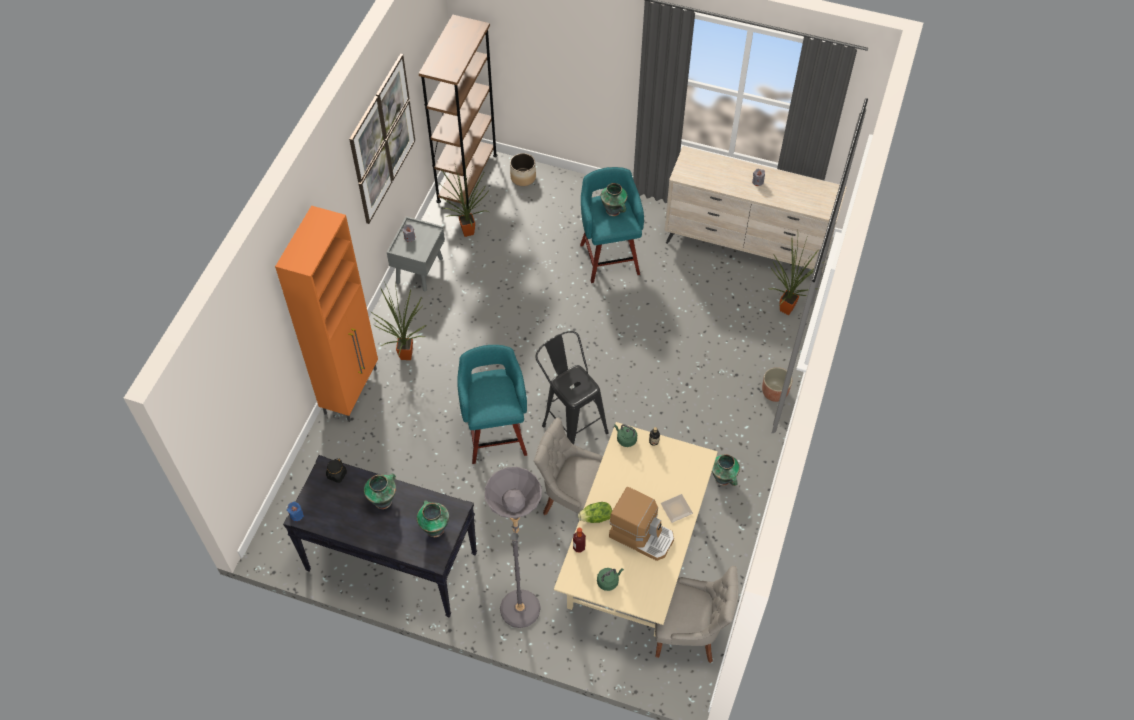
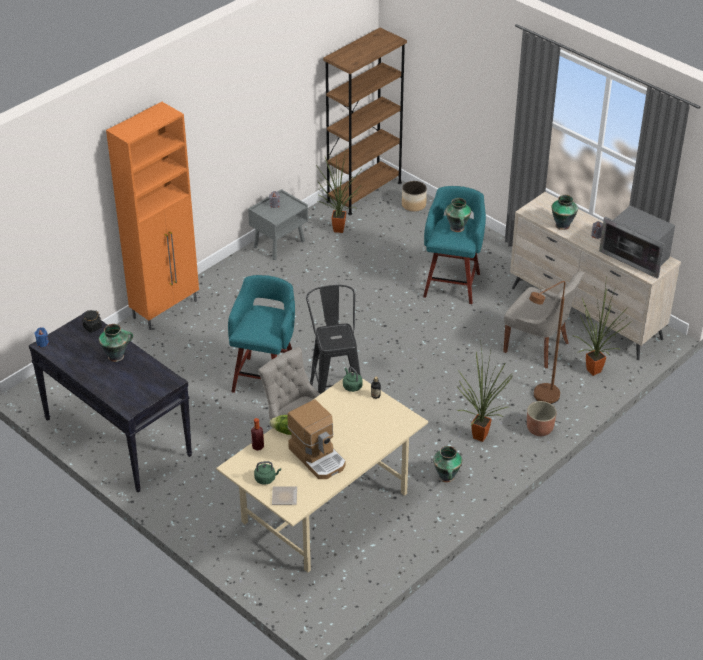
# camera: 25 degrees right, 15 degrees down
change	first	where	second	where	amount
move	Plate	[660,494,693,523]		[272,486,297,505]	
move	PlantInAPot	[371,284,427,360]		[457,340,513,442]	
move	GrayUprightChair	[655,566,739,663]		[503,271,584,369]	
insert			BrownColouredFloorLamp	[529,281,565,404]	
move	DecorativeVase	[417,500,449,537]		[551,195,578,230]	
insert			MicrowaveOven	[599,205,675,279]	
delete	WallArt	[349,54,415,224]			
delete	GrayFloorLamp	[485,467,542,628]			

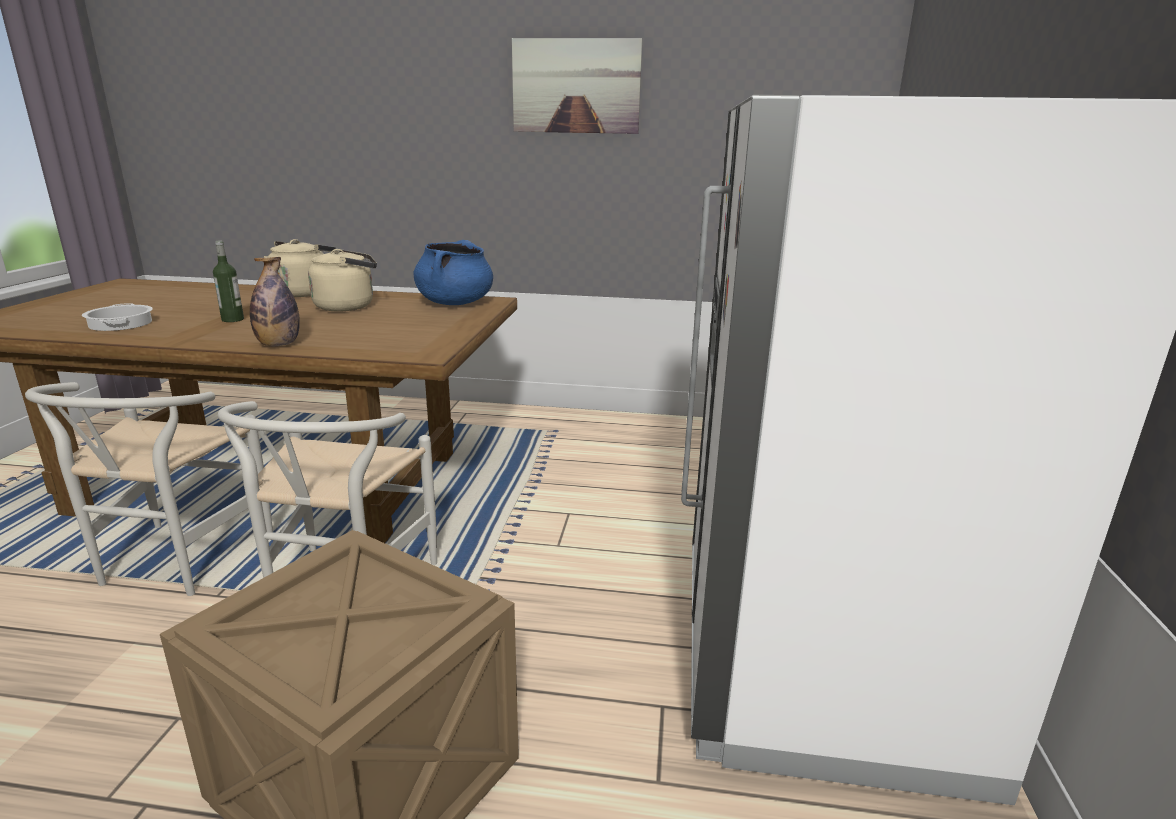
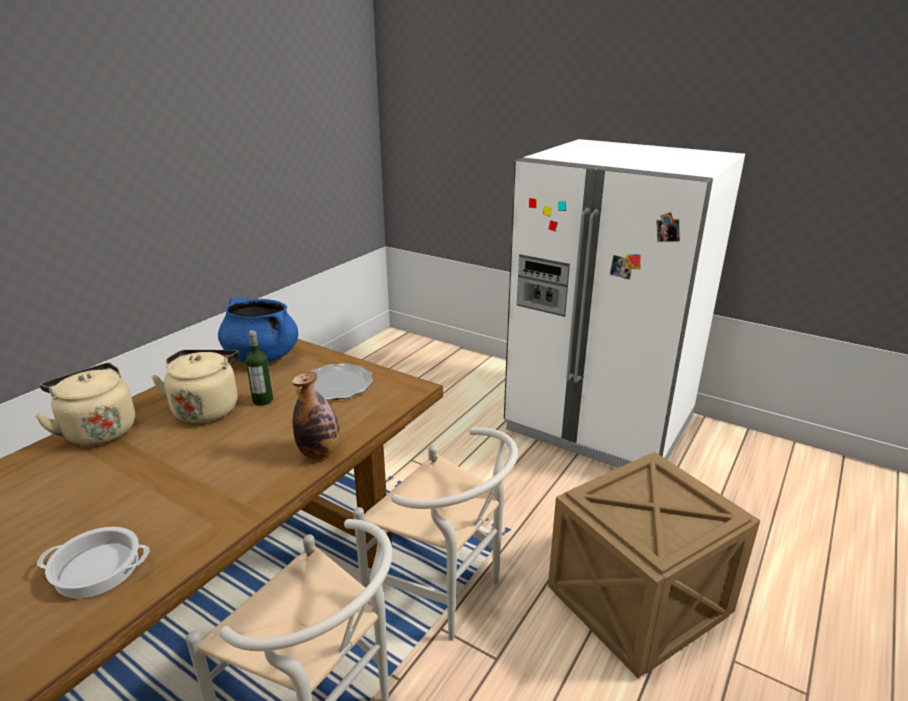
# camera: 65 degrees left, 5 degrees up
change	first	where	second	where	amount
move	Bottle	[213,240,244,322]		[246,330,273,406]	
insert			Plate	[300,363,373,400]	
delete	WallArt	[512,38,642,134]			

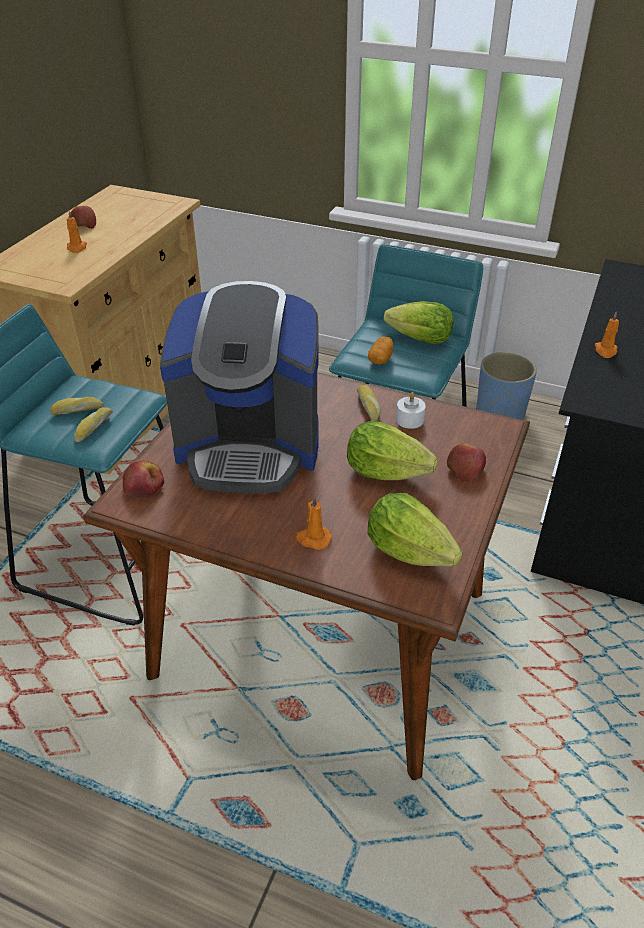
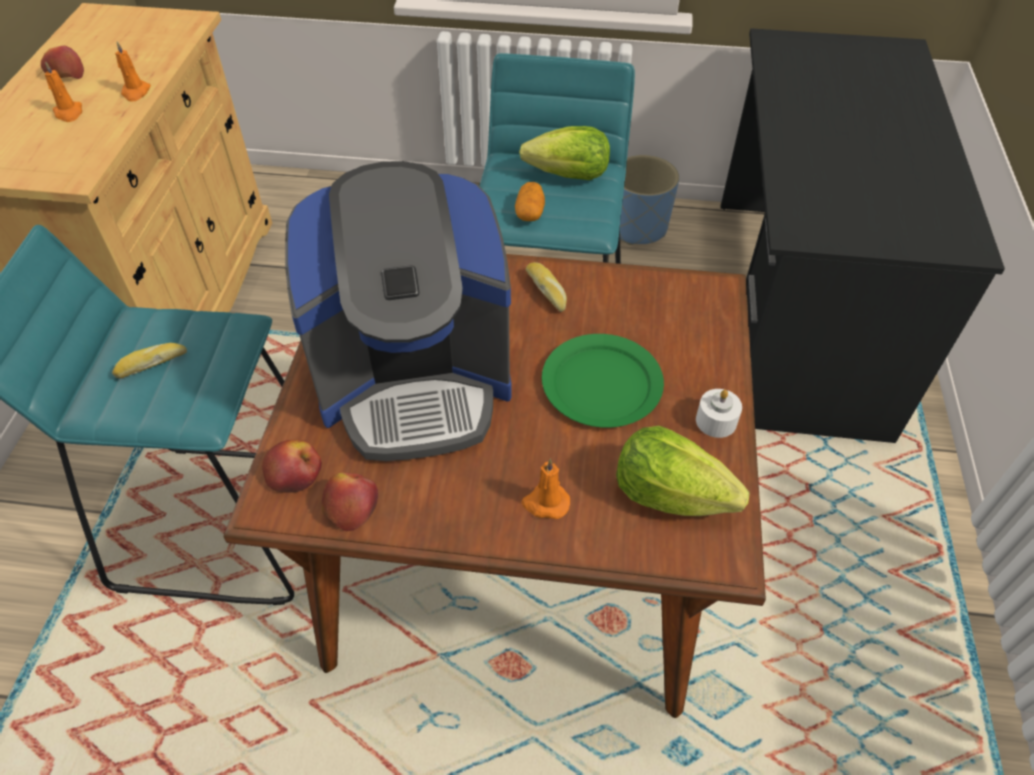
# camera: 15 degrees left, 10 degrees up
change	first	where	second	where	amount
move	OrangeWaxLight	[595,311,619,358]		[115,41,151,102]	
move	WholeApple	[447,443,486,482]		[322,472,378,531]	
replace	LettuceHead	[347,420,438,480]	GreenishPlate	[542,334,664,428]	
move	WhitishWaxLight	[396,392,426,429]		[696,389,742,438]	
delete	BakedBread	[74,407,113,442]			

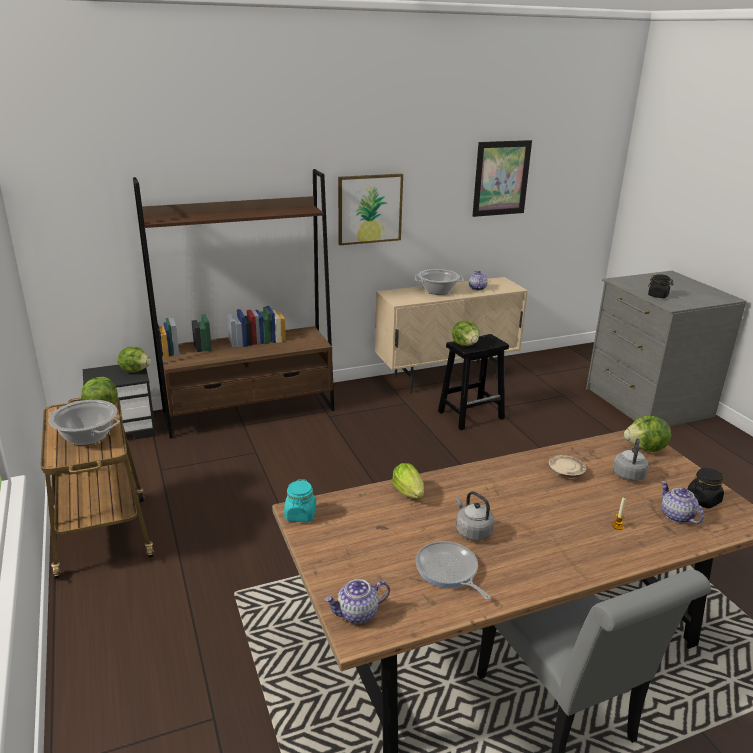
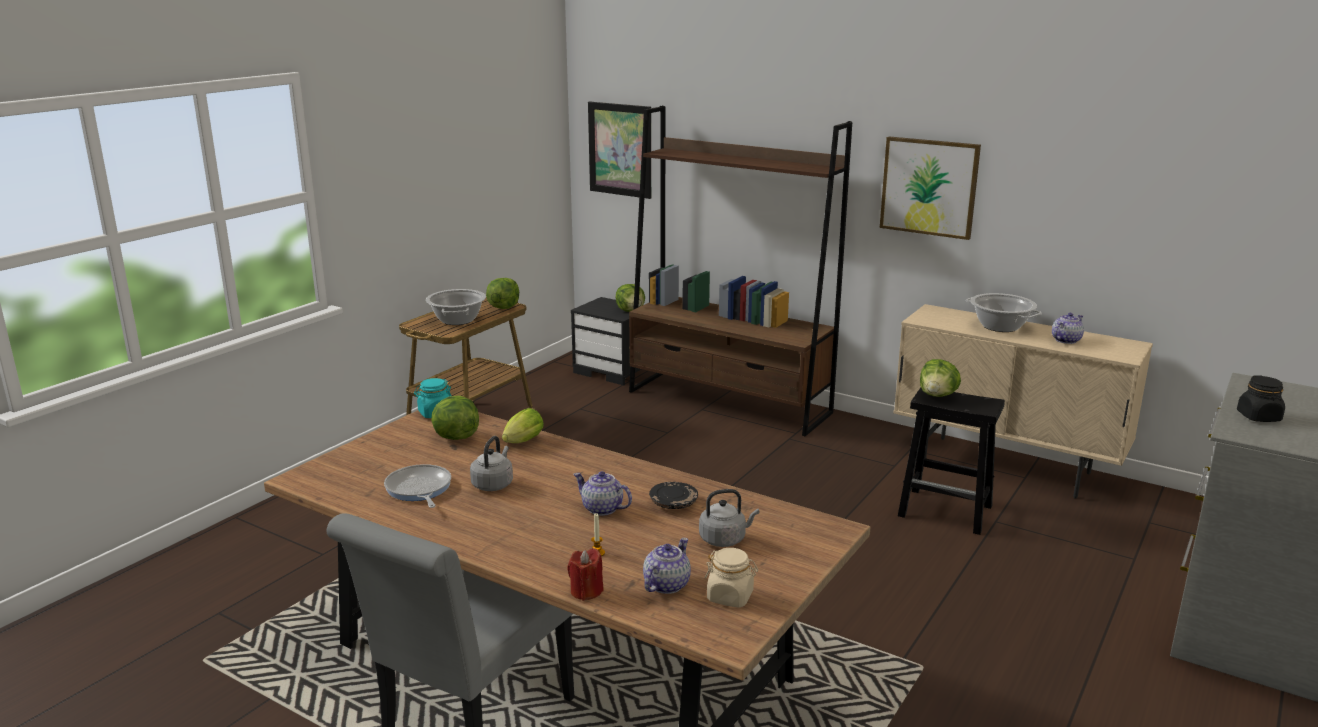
# camera: 55 degrees right, 5 degrees down
change	first	where	second	where	amount
rotate	Pan	[416,541,491,600]		[384,464,451,508]	45 degrees counterclockwise
move	LettuceHead	[624,416,671,452]		[431,395,479,440]	
insert			RedColouredWaxLight	[567,548,604,601]	
move	PotForTea	[324,579,390,624]		[573,471,632,516]	
move	WallArt	[472,140,532,217]		[588,101,651,199]	
recolor	SandColouredPlate	[549,455,586,478]	BlackPlate	[649,482,698,509]	
recolor	BlackJar	[687,468,724,509]	SandColouredJar	[705,548,758,607]	

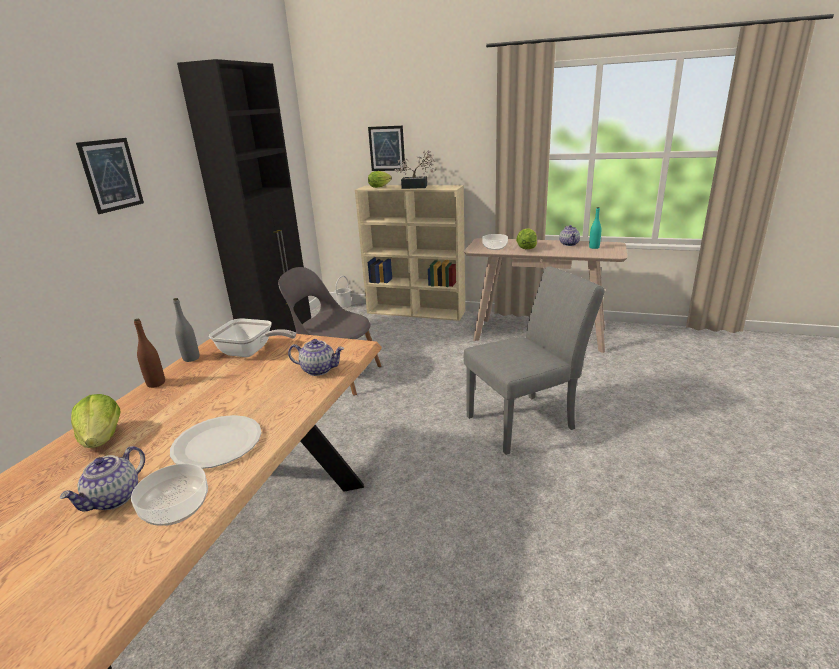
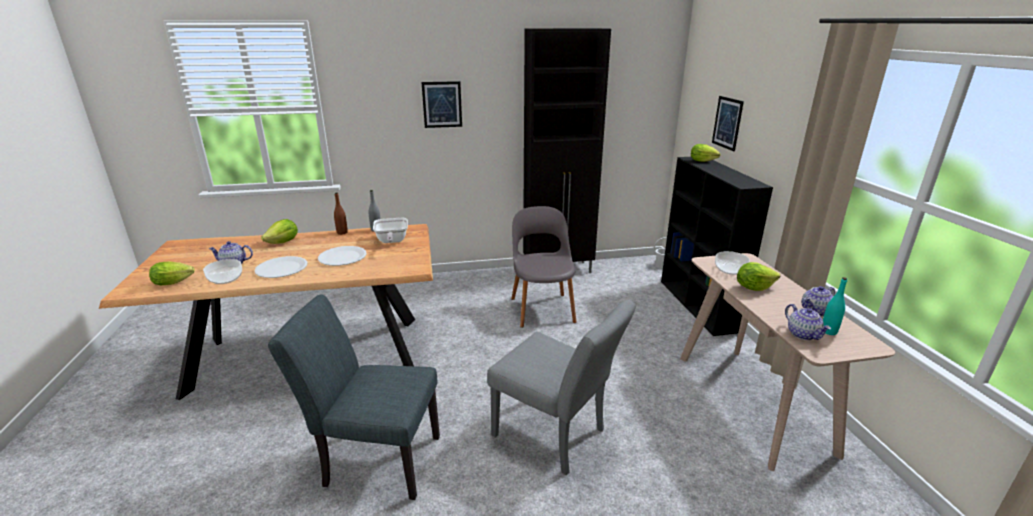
# camera: 60 degrees right, 0 degrees up
change	first	where	second	where	amount
insert			LettuceHead	[149,262,195,285]	
insert			GrayUprightChair	[268,295,440,500]	
insert			WhitishPlate	[318,246,367,266]	
recolor	SandColouredBookshelf	[355,185,465,321]	BlackBookshelf	[661,157,773,336]	
move	PotForTea	[288,339,344,376]		[785,304,831,340]	
delete	PlantInAPot	[395,150,437,189]			

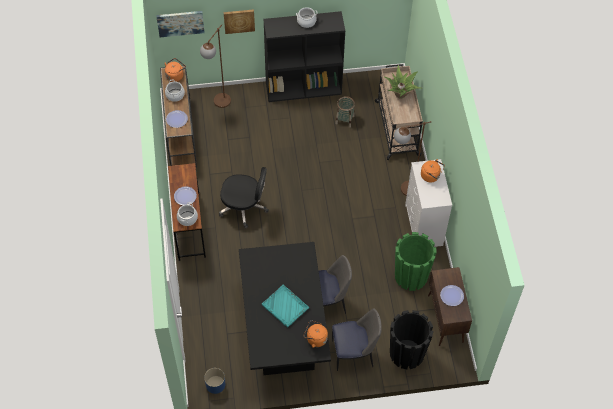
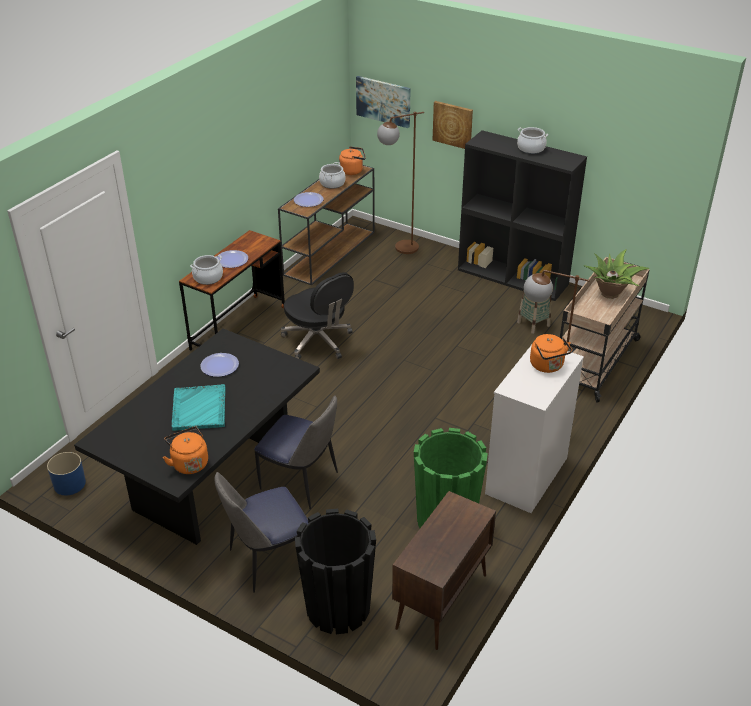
# camera: 40 degrees right, 20 degrees down
change	first	where	second	where	amount
move	Plate	[440,285,464,306]		[200,353,239,377]	
rotate	UprightChair	[332,308,382,371]		[214,472,308,593]	120 degrees clockwise

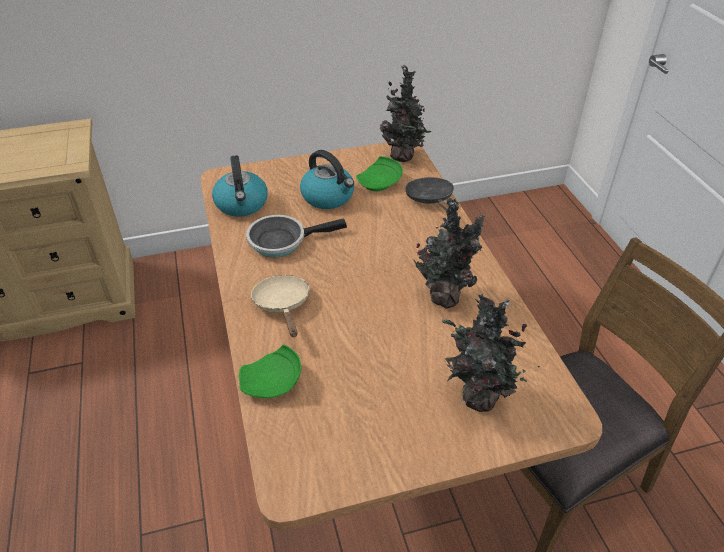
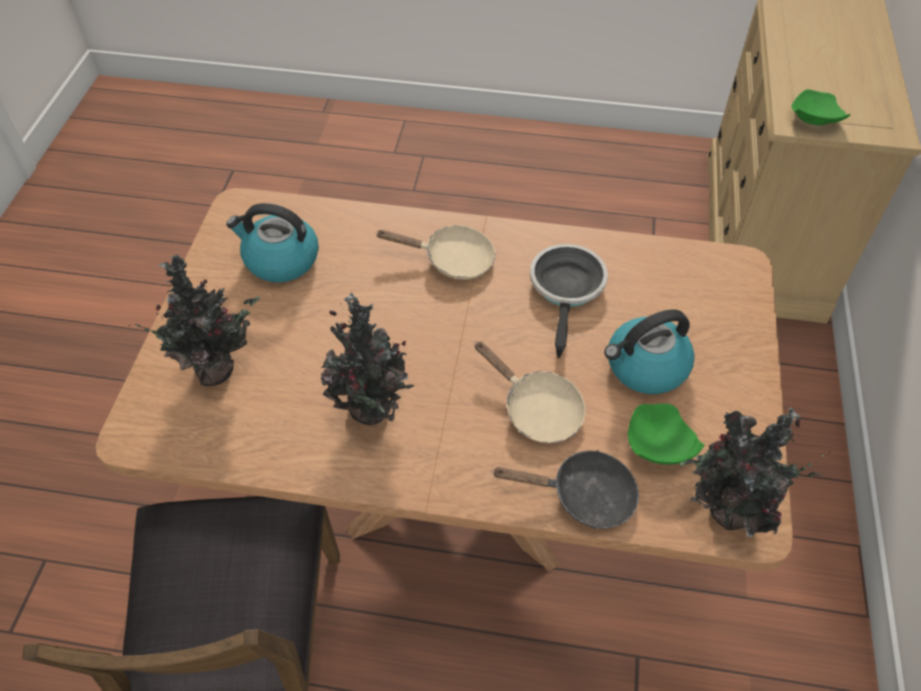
# camera: 115 degrees right, 10 degrees up
change	first	where	second	where	amount
move	Kettle	[212,155,268,217]		[226,203,319,283]	
insert			SandColouredPan	[474,341,585,443]	
move	GreenishPlate	[239,344,301,398]		[791,89,850,125]	

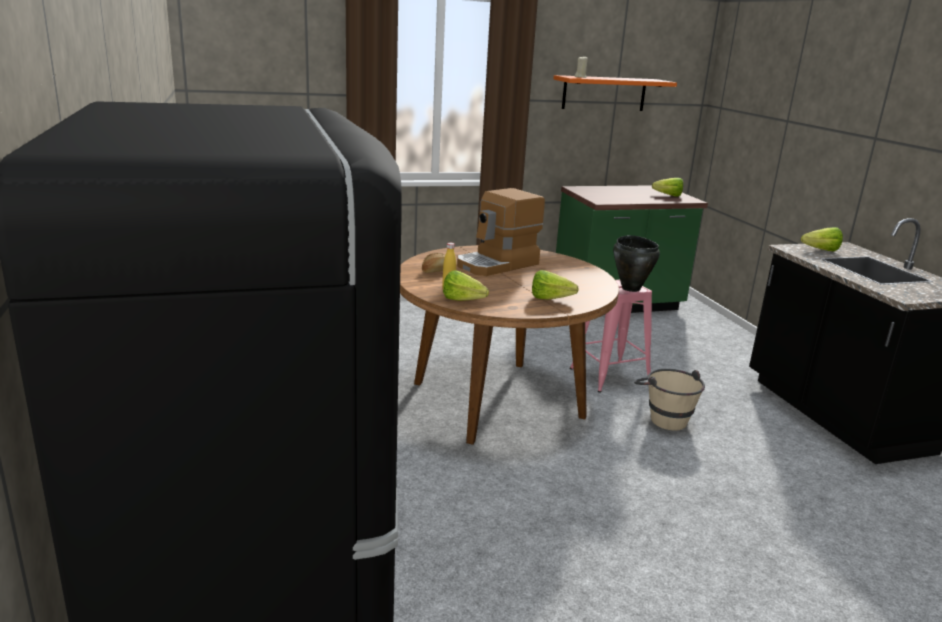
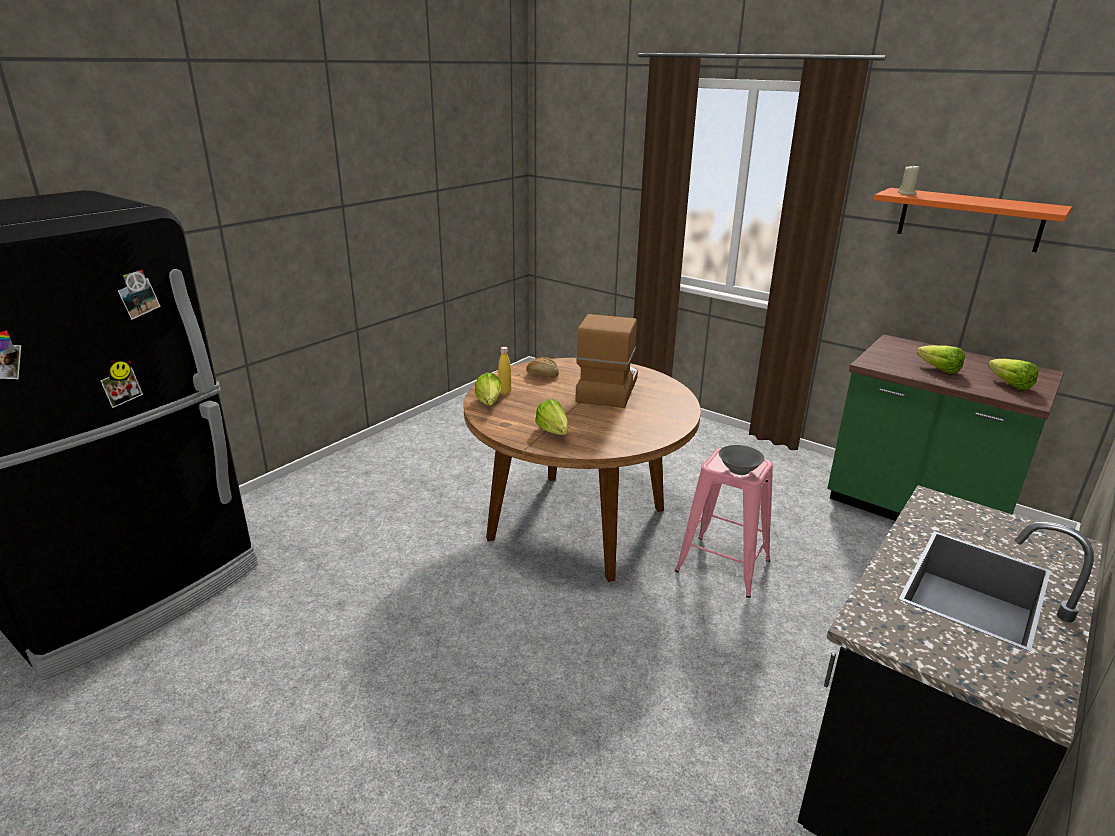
# camera: 55 degrees right, 5 degrees up
change	first	where	second	where	amount
rotate	CoffeeMachine	[457,188,545,276]		[575,314,638,408]	90 degrees clockwise
replace	BlackStockpot	[613,235,660,292]	GrayDeepDish	[719,445,765,475]	
move	LettuceHead	[801,227,843,252]		[917,345,965,374]	
delete	SandColouredBucket	[634,369,705,430]			

